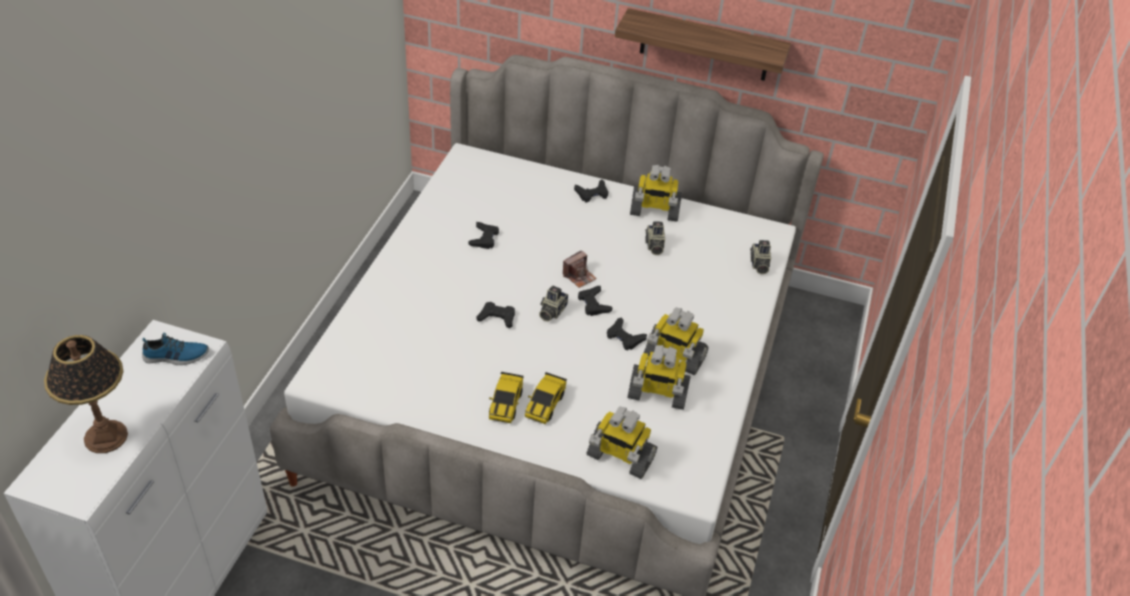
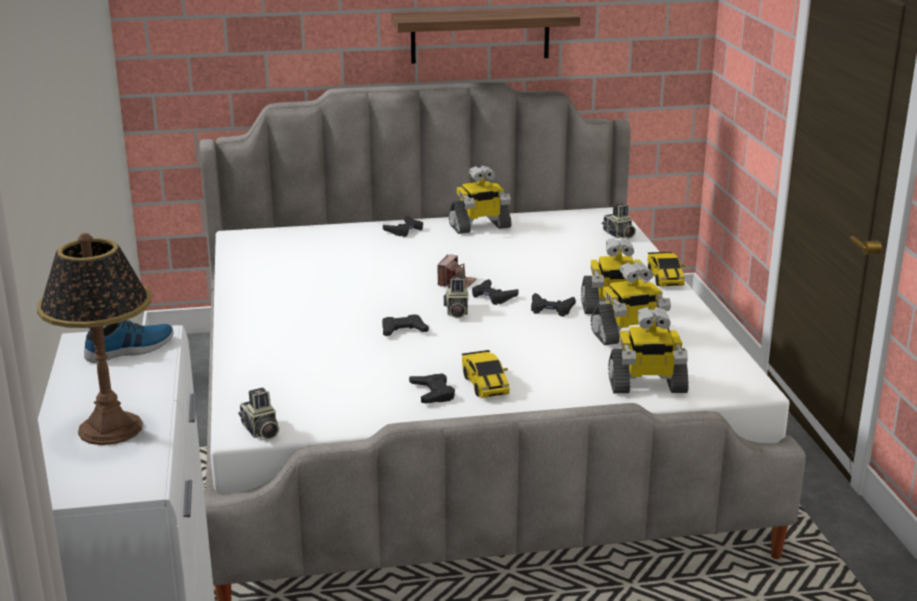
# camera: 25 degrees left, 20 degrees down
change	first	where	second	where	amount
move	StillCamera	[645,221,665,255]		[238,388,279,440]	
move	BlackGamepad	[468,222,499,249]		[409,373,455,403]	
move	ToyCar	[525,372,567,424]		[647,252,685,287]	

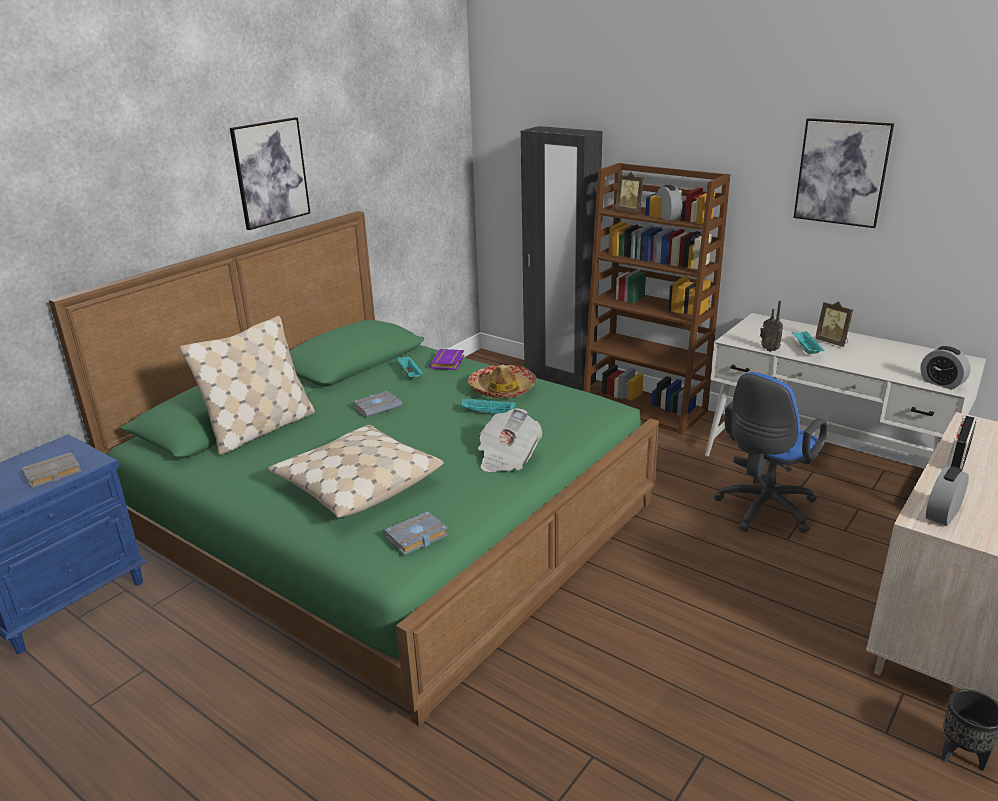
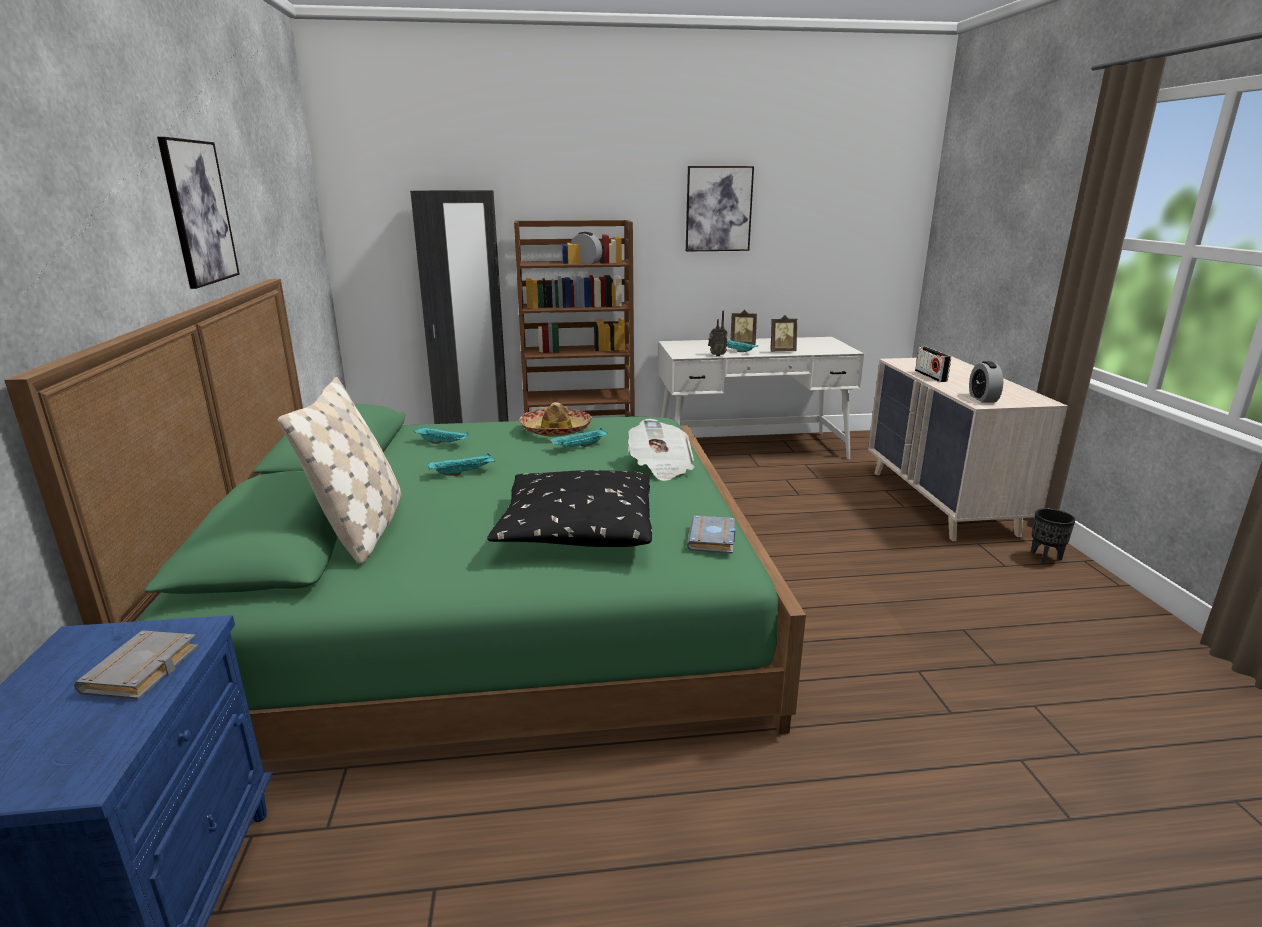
# camera: 45 degrees left, 5 degrees down
change	first	where	second	where	amount
replace	GrayVolume	[353,391,402,418]	TurquoiseServingTray	[428,453,495,476]	
recolor	SandColouredCushion	[268,425,444,518]	BlackCushion	[487,470,652,547]	
move	PictureFrame	[615,172,644,213]		[771,315,797,352]	
delete	PurplishVolume	[429,349,465,370]			
delete	BlueOfficeChair	[714,372,828,533]			
delete	BedsideClock	[920,346,971,390]			

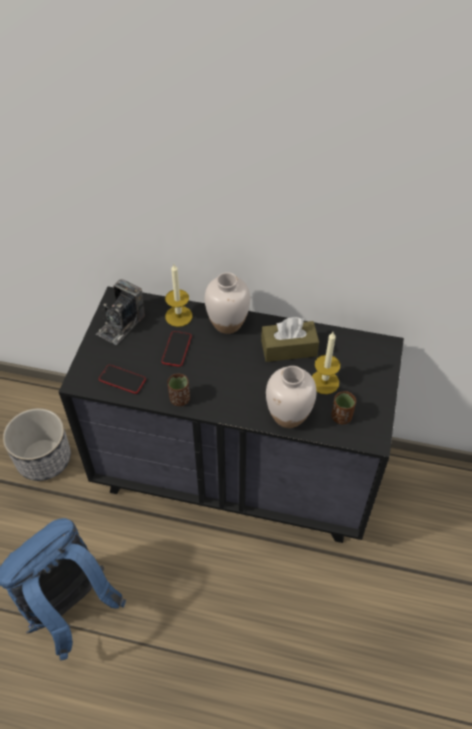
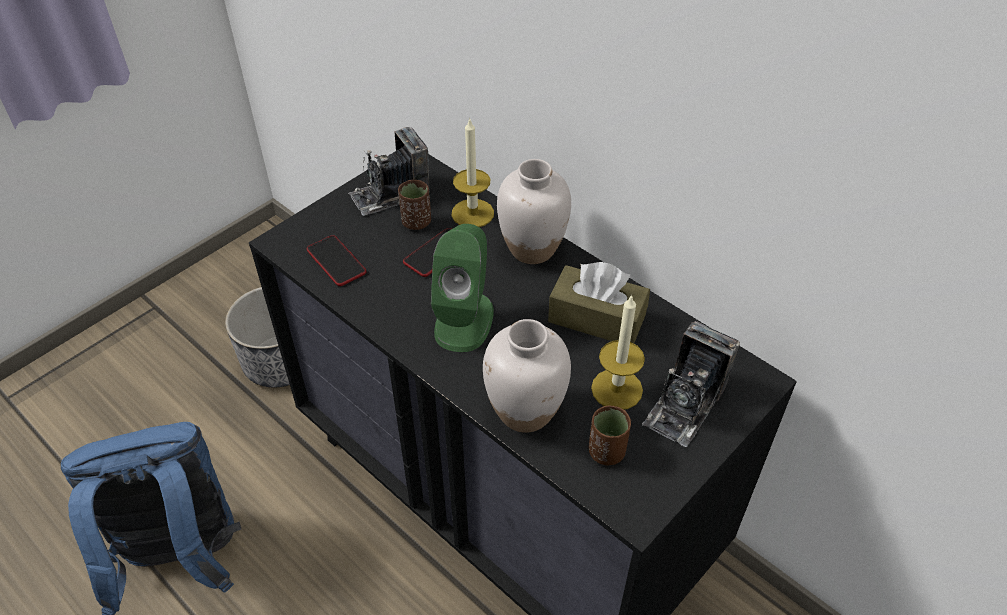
# camera: 30 degrees right, 5 degrees down
change	first	where	second	where	amount
move	BrownColouredSmallCup	[167,373,190,406]		[398,180,431,230]	
insert			GreenishAudioSpeaker	[431,224,494,352]	
insert			StillCamera	[642,321,740,447]	

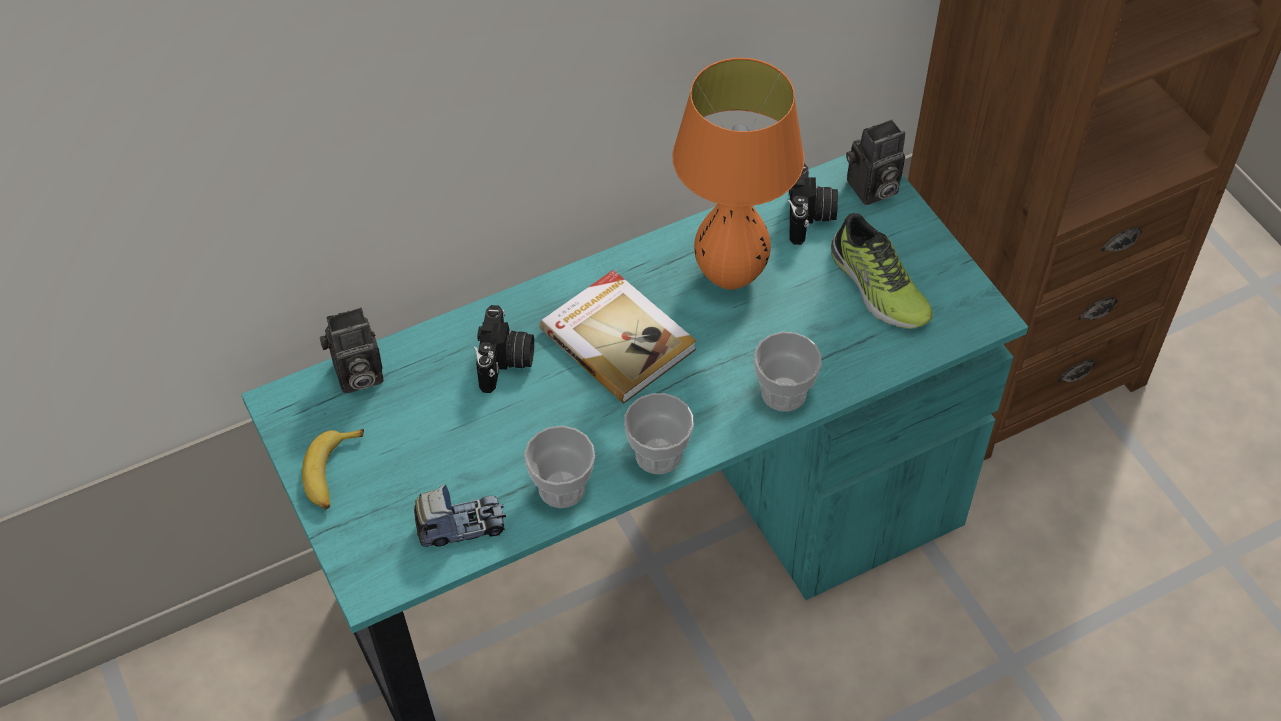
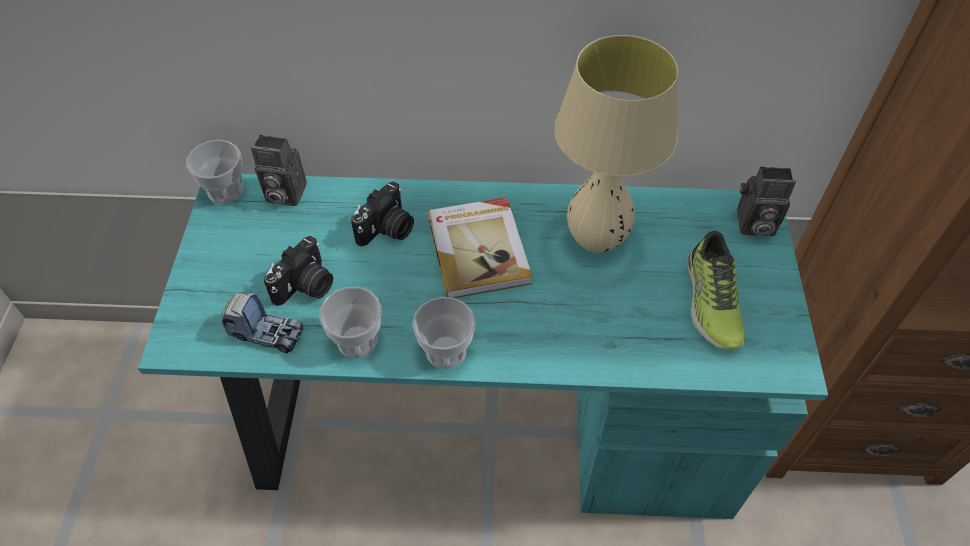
# camera: 30 degrees right, 0 degrees up
change	first	where	second	where	amount
move	SmallCup	[754,332,822,412]		[186,140,243,204]	
move	StillCamera	[788,164,838,245]		[264,236,333,306]	
recolor	OrangeLampForATable	[672,58,805,290]	SandColouredLampForATable	[554,35,678,253]	
delete	WholeBanana	[302,429,364,510]			

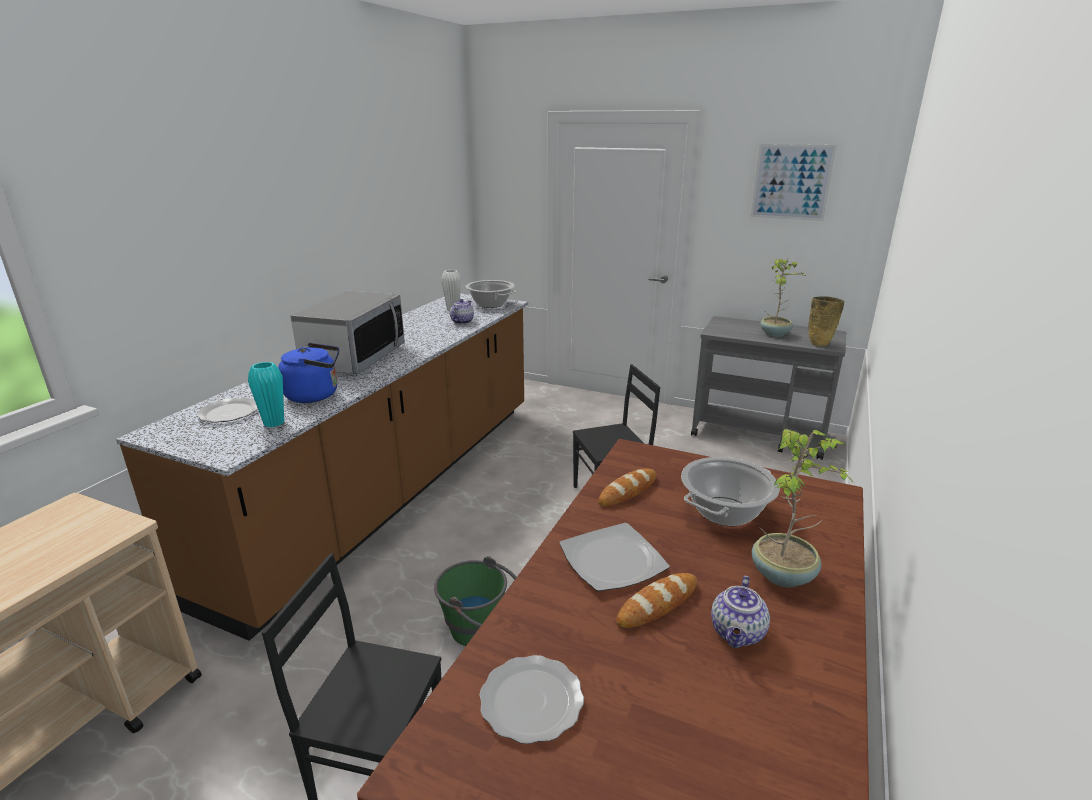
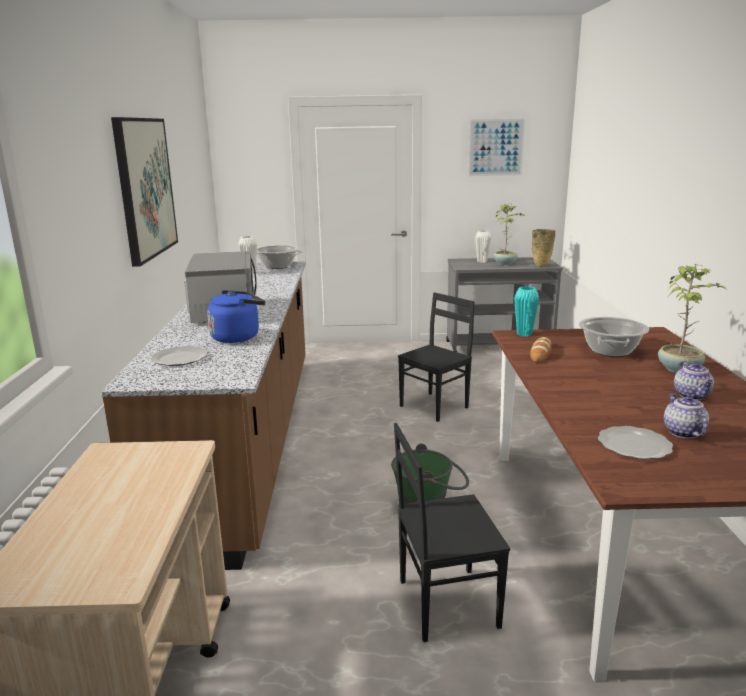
# camera: 25 degrees left, 5 degrees down
change	first	where	second	where	amount
insert			WallArt	[111,117,178,267]	
insert			WhitishDecorativeVase	[475,230,491,263]	
move	TurquoiseDecorativeVase	[248,362,284,427]		[514,286,539,336]	
move	PotForTea	[450,299,474,324]		[664,393,709,439]	
delete	Plate	[559,523,670,591]			
delete	BakedBread	[616,573,697,628]			

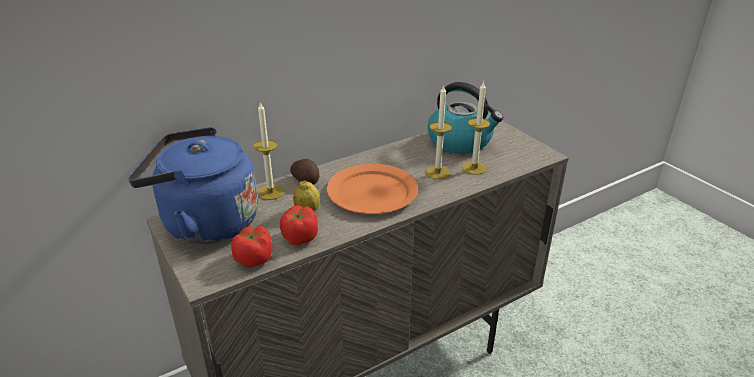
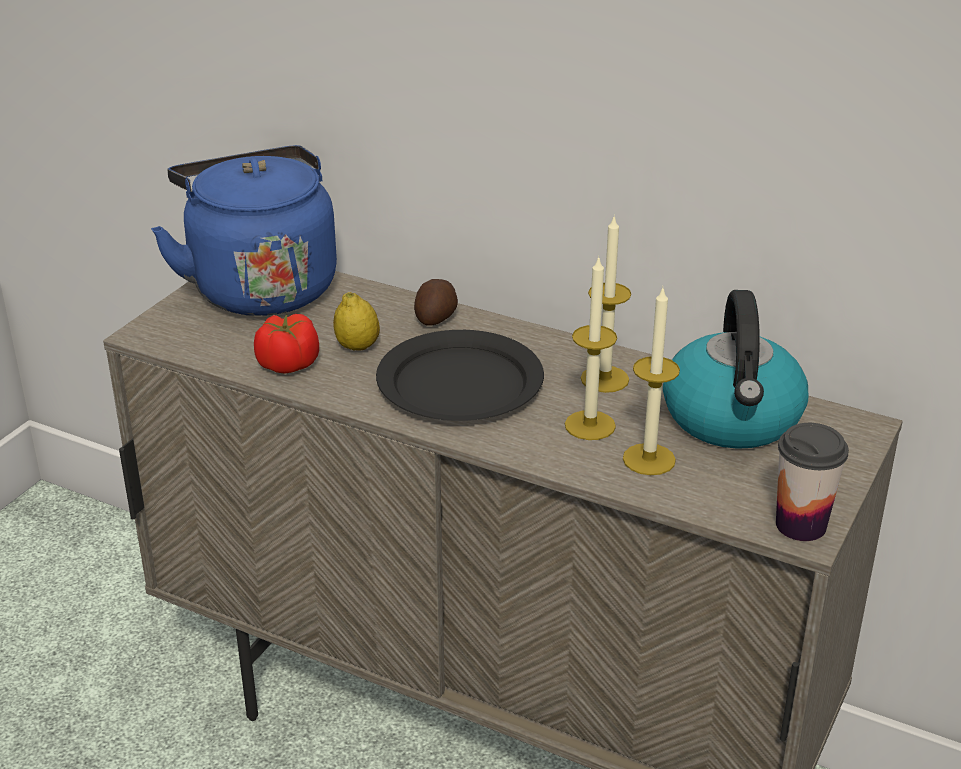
# camera: 60 degrees right, 0 degrees up
change	first	where	second	where	amount
recolor	OrangePlate	[327,164,418,214]	BlackPlate	[376,330,544,421]	
move	WaxLight	[253,101,284,200]		[581,215,631,393]	
insert			SmallCup	[776,423,849,541]	
delete	Tomato	[231,226,273,267]			

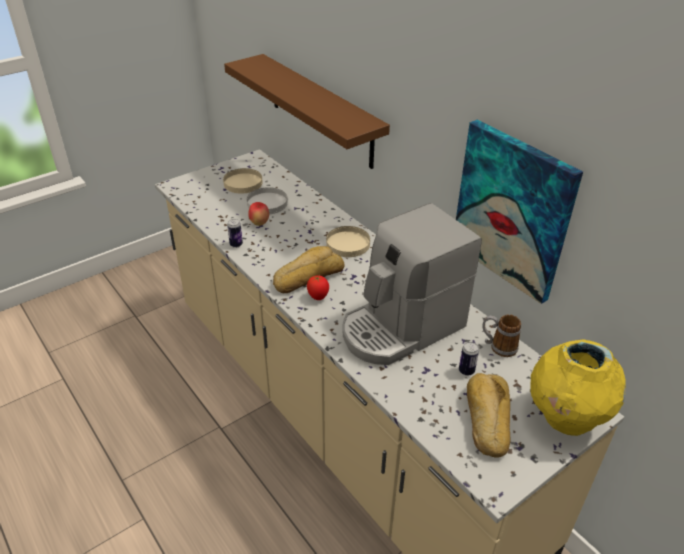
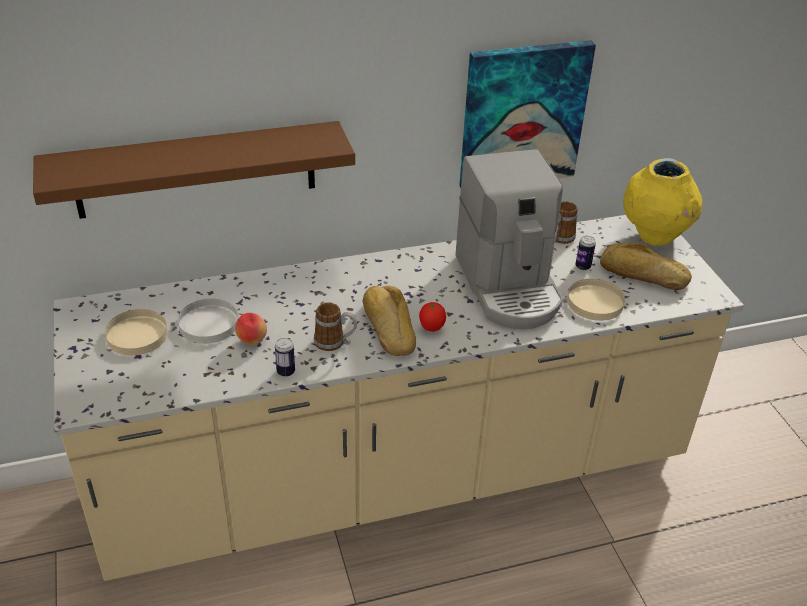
# camera: 70 degrees left, 0 degrees up
change	first	where	second	where	amount
insert			TeaMug	[314,303,357,351]	
move	SandColouredPlate	[326,226,370,257]		[567,279,625,321]	

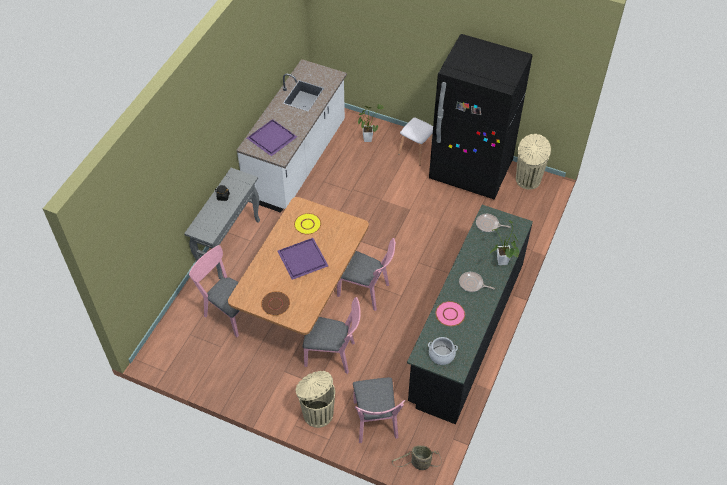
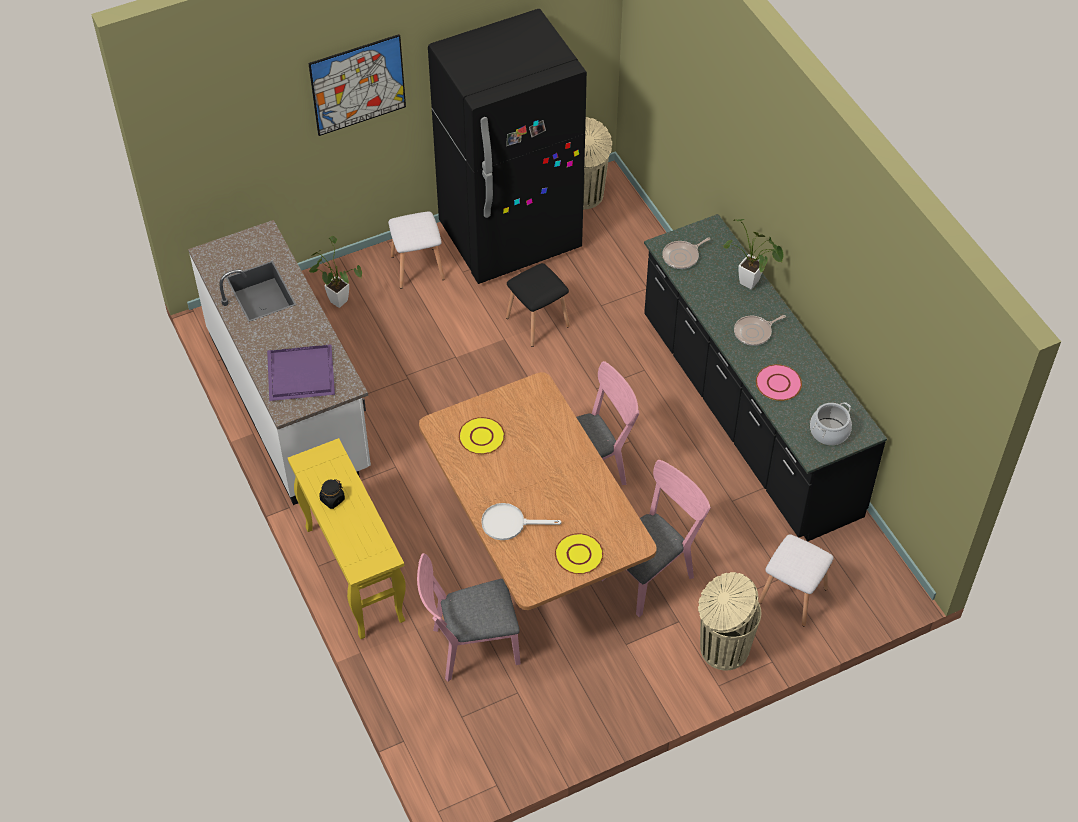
# camera: 50 degrees left, 0 degrees up
change	first	where	second	where	amount
recolor	GrayConsoleTable	[184,168,260,279]	YellowishConsoleTable	[288,438,406,639]	
insert			WallArt	[308,34,406,136]	
insert			WhitishPan	[481,503,562,540]	
insert			BlackSittingStool	[506,263,570,347]	
recolor	BrownColouredPlate	[261,291,290,316]	YellowishPlate	[555,533,603,574]	
replace	PinkUprightChair	[353,377,405,443]	WhitishSittingStool	[758,534,834,626]	
delete	PurplishServingTray	[277,238,328,280]			
delete	Basket	[392,445,441,470]			

